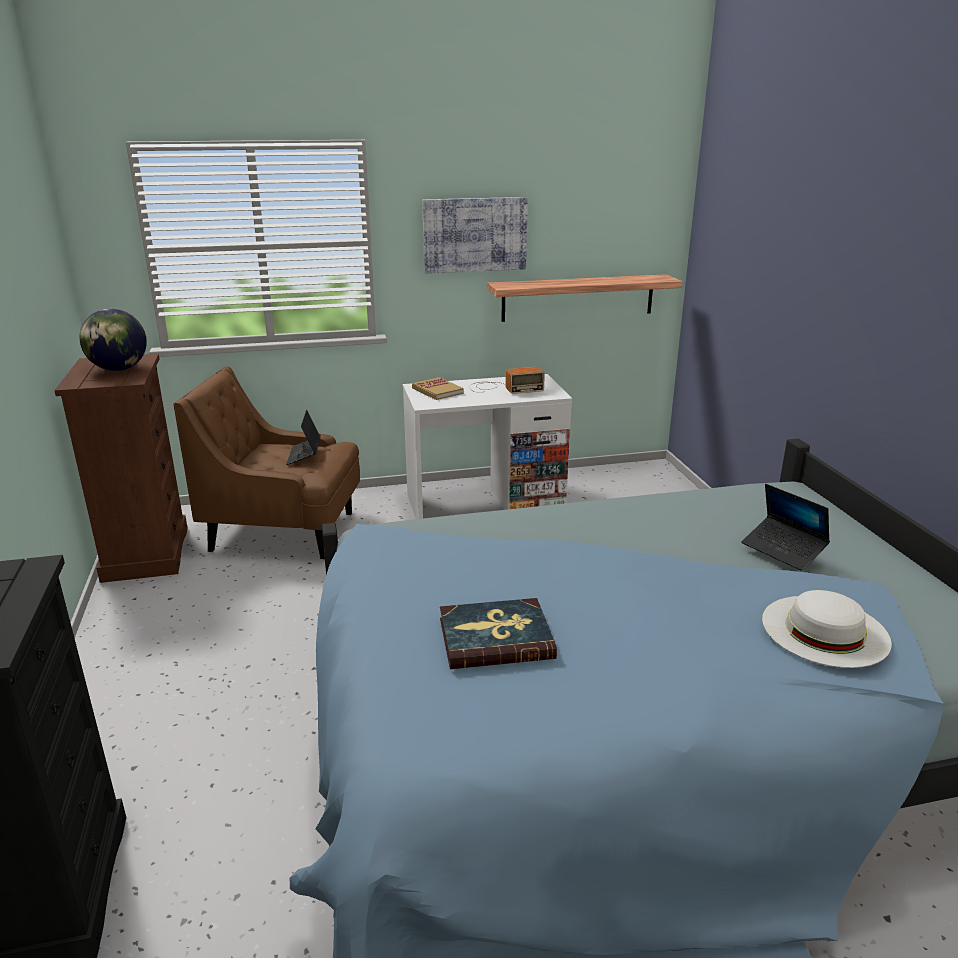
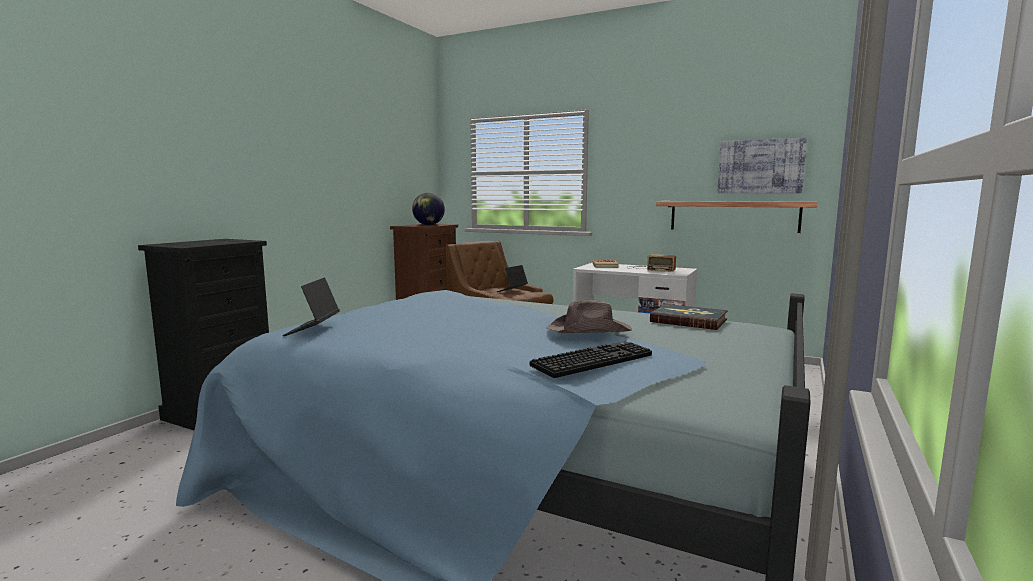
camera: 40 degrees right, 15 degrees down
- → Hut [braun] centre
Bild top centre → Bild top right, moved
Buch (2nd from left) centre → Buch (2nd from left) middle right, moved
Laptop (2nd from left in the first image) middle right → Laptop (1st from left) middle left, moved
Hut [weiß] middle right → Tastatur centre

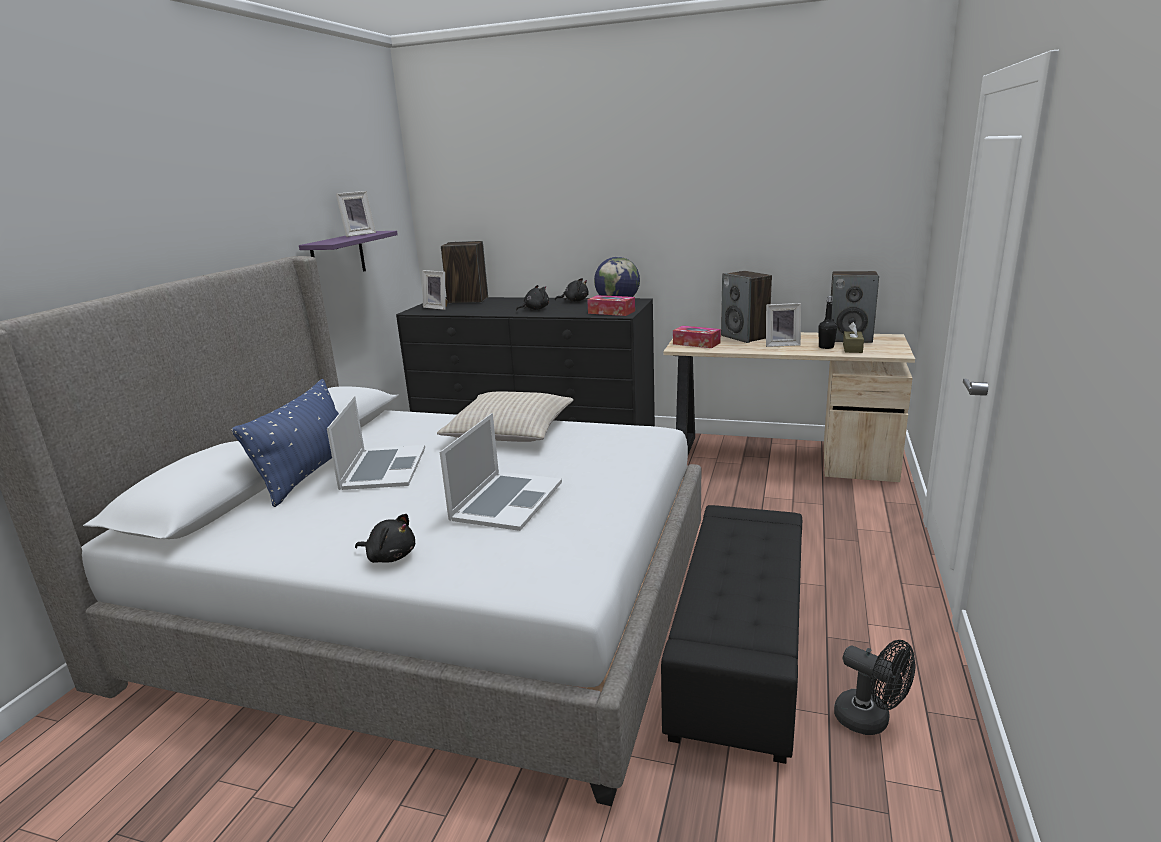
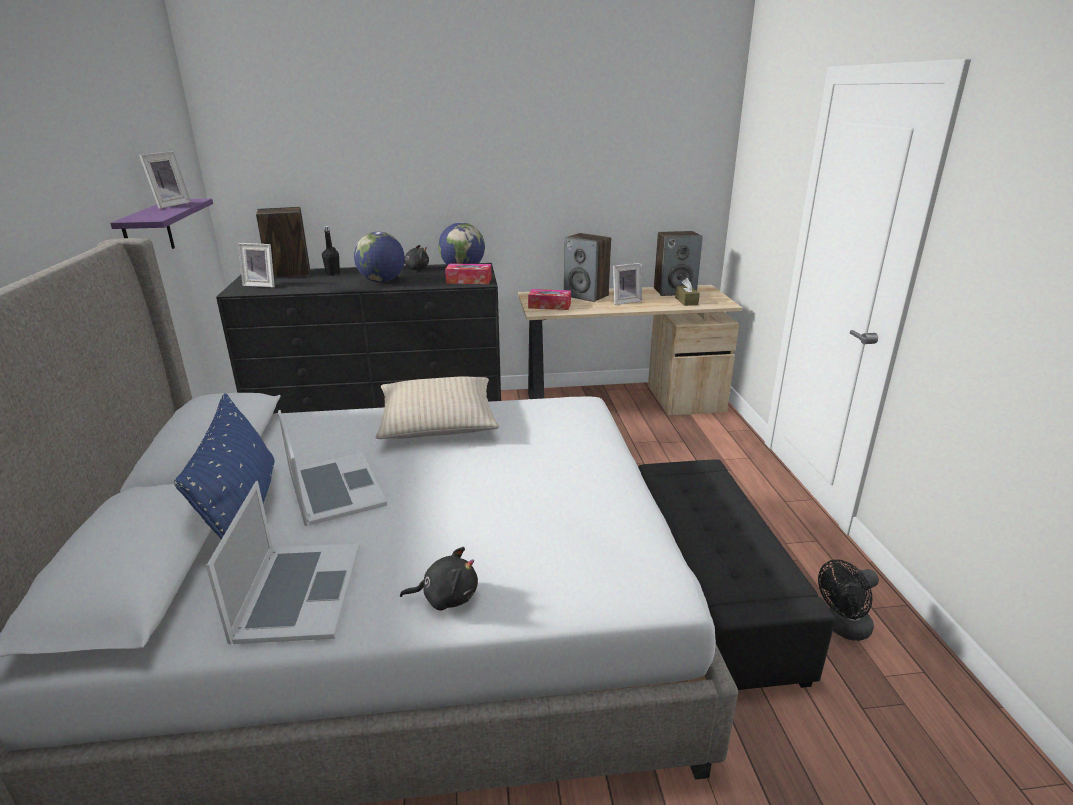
camera: 25 degrees left, 5 degrees up
Laptop (2nd from left in the first image) centre → Laptop (1st from left) bottom left, moved
Flasche [schwarz] middle right → Flasche [schwarz] top left, moved
Plüschtier [schwarz] (2nd from left) centre → Globus (1st from left) top centre
Ventilator [schwarz] bottom right, 135 degrees clockwise

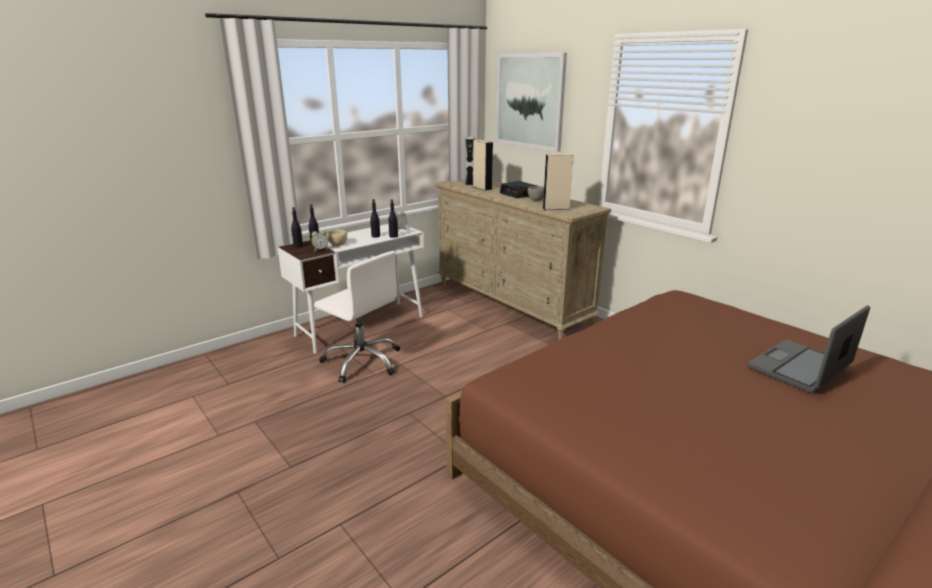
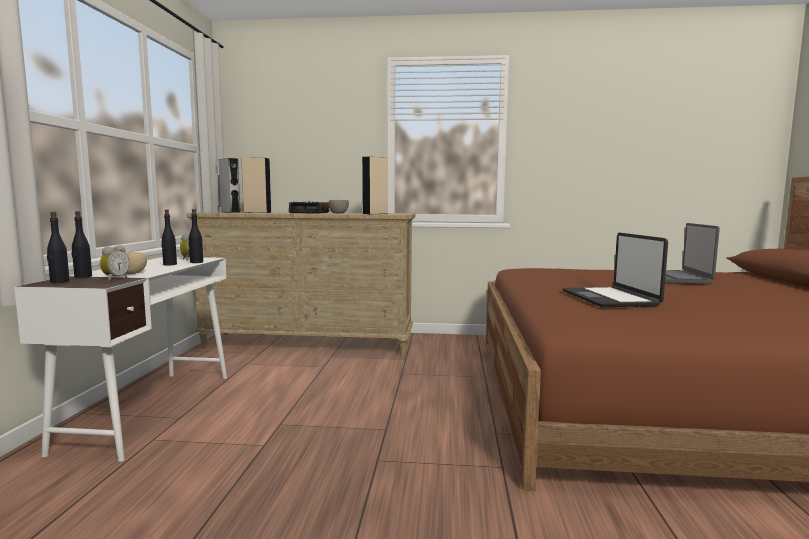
camera: 45 degrees left, 15 degrees down
Bürostuhl [weiß] centre → -
Bild top centre → -
- → Laptop (1st from left) middle right

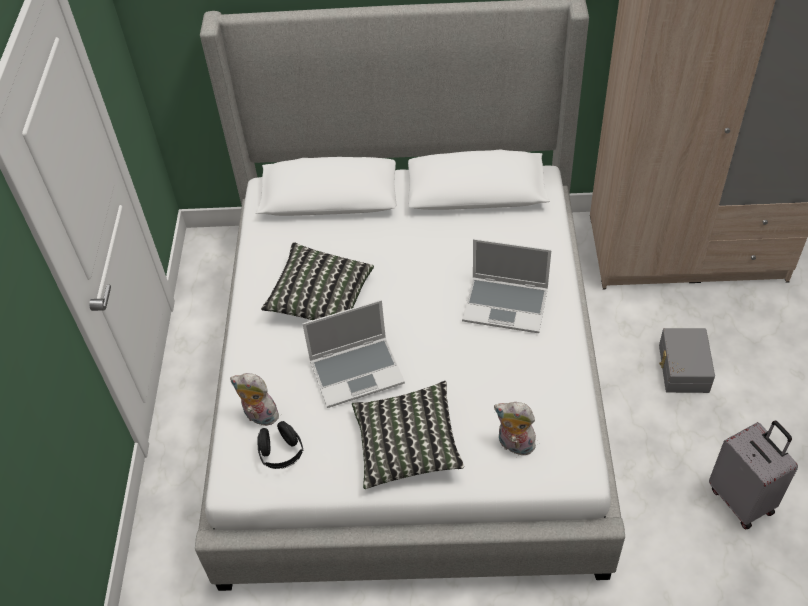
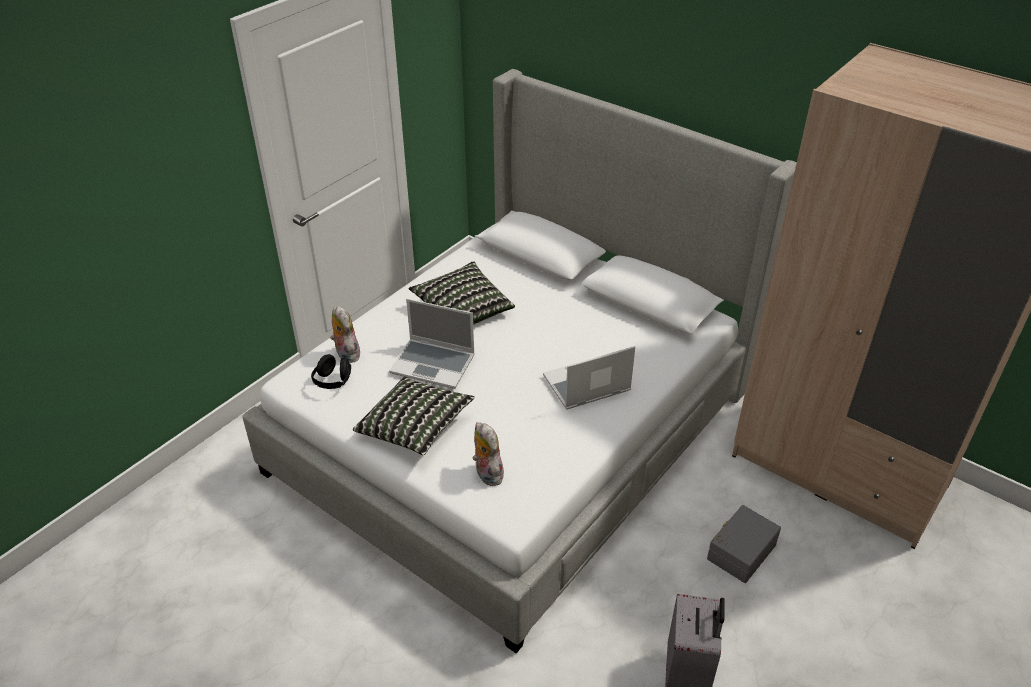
camera: 35 degrees right, 10 degrees down
Laptop (2nd from left) centre, 105 degrees clockwise

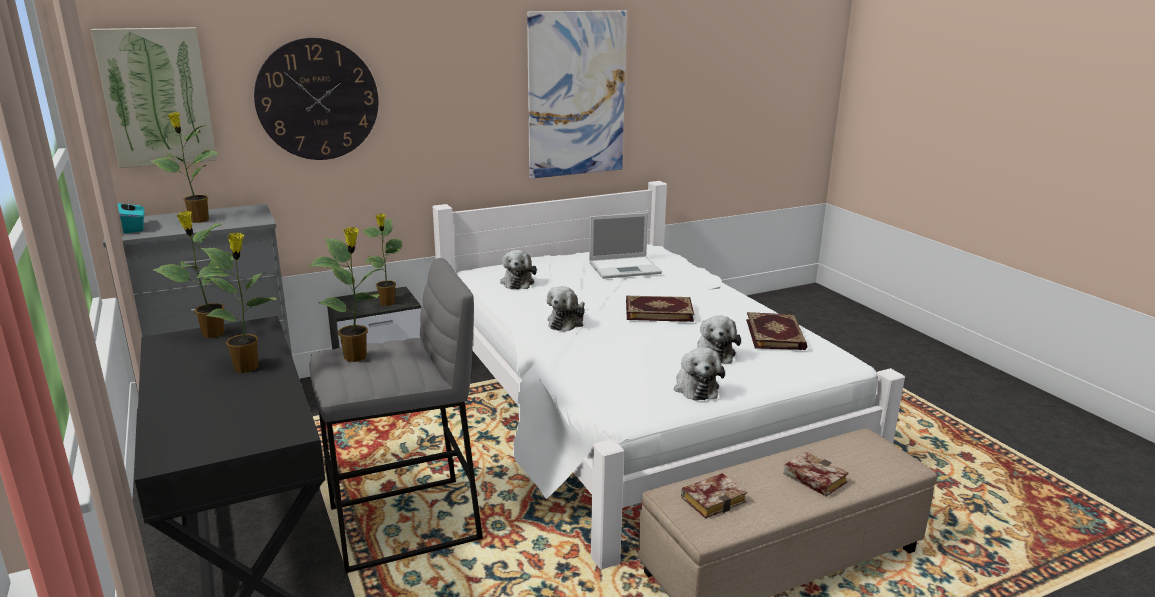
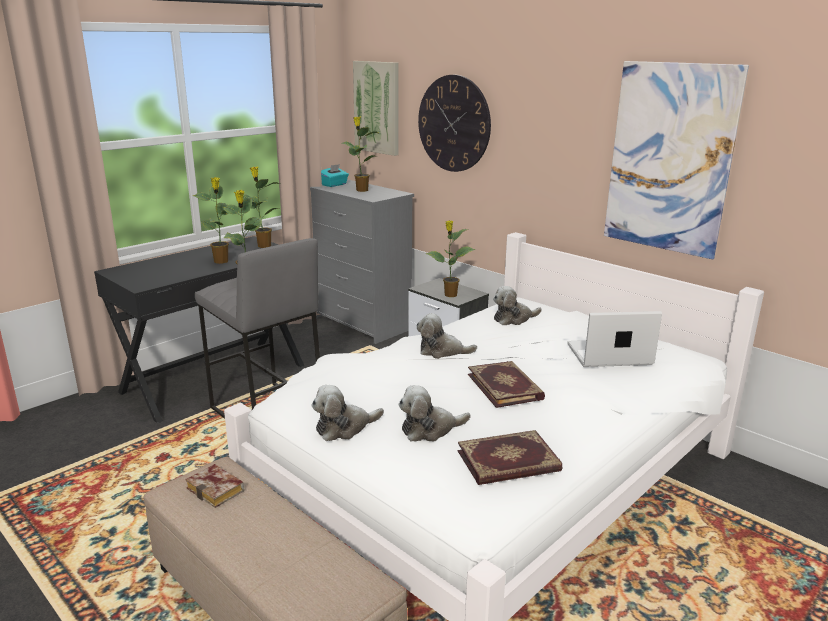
camera: 70 degrees right, 0 degrees up
Buch (4th from left) bottom right → -
Laptop centre → Laptop middle right, 120 degrees clockwise

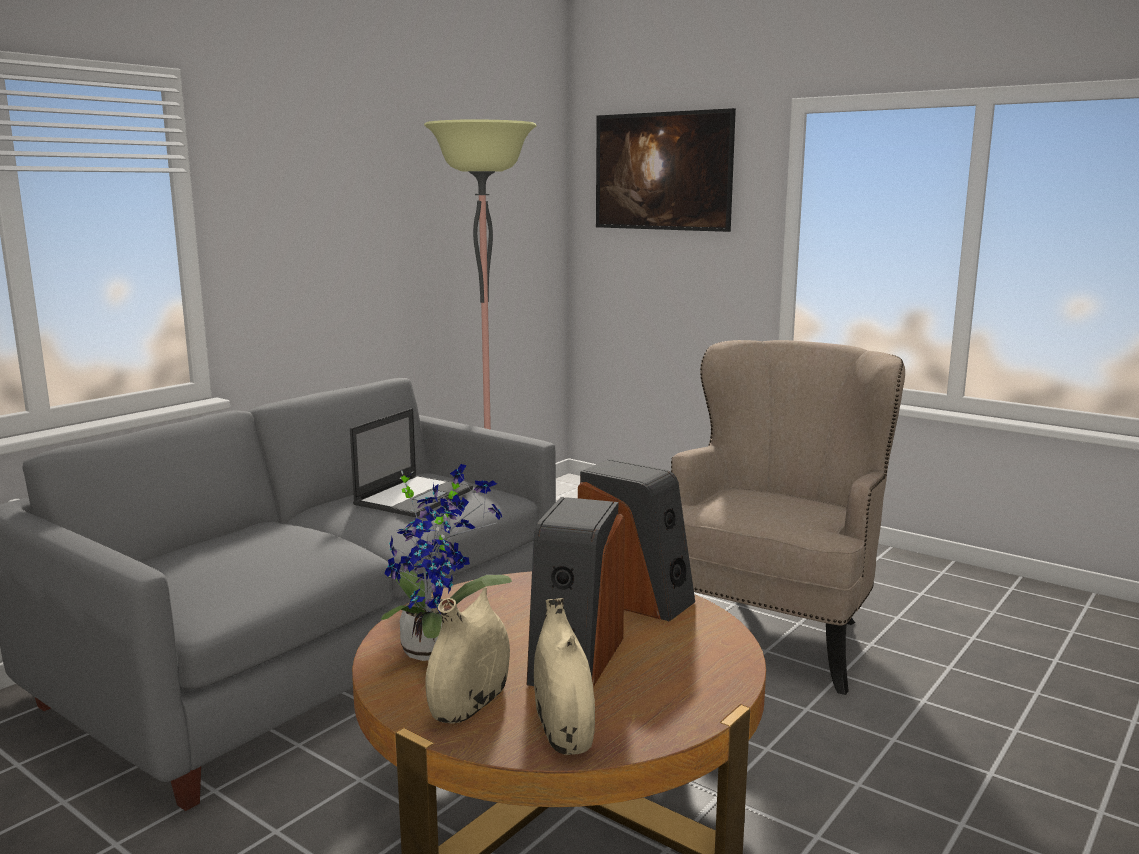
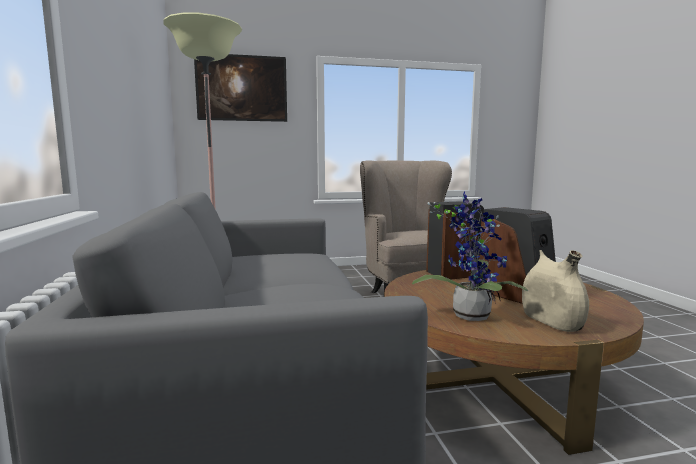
camera: 50 degrees left, 5 degrees down
Laptop centre → -
Vase [beige] (2nd from left) bottom centre → -

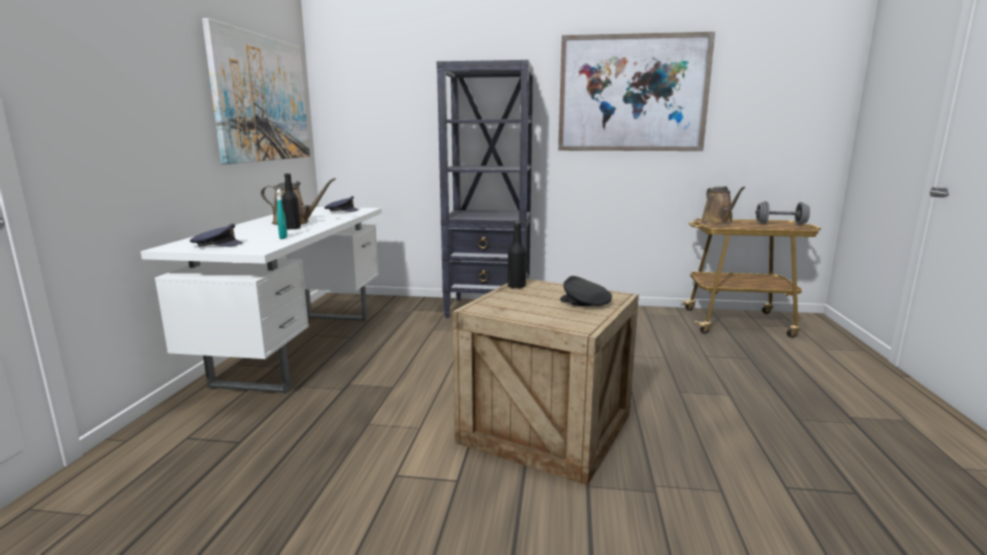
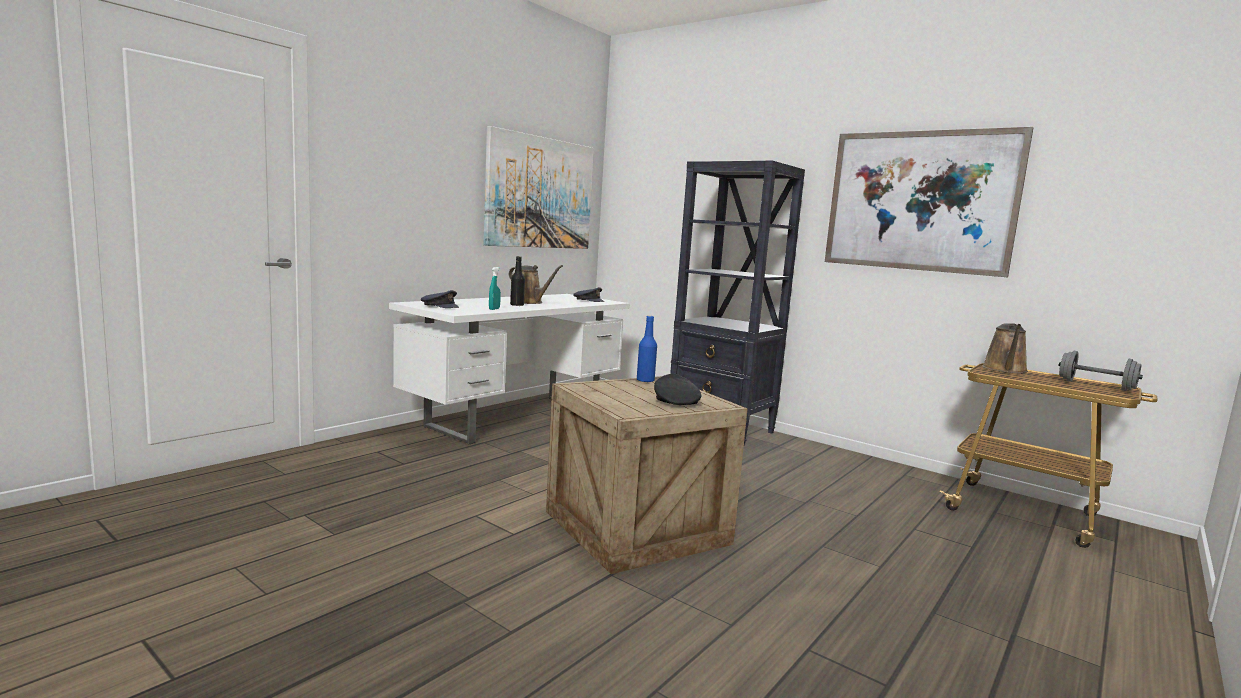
camera: 30 degrees right, 5 degrees down
Flasche [schwarz] (2nd from left) centre → Flasche [blau] centre

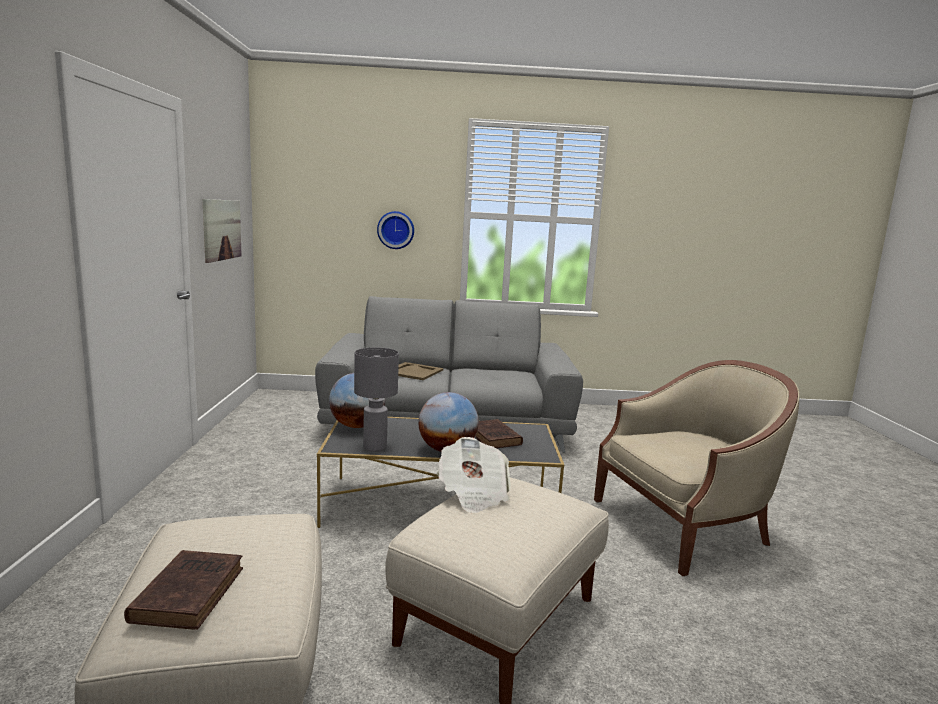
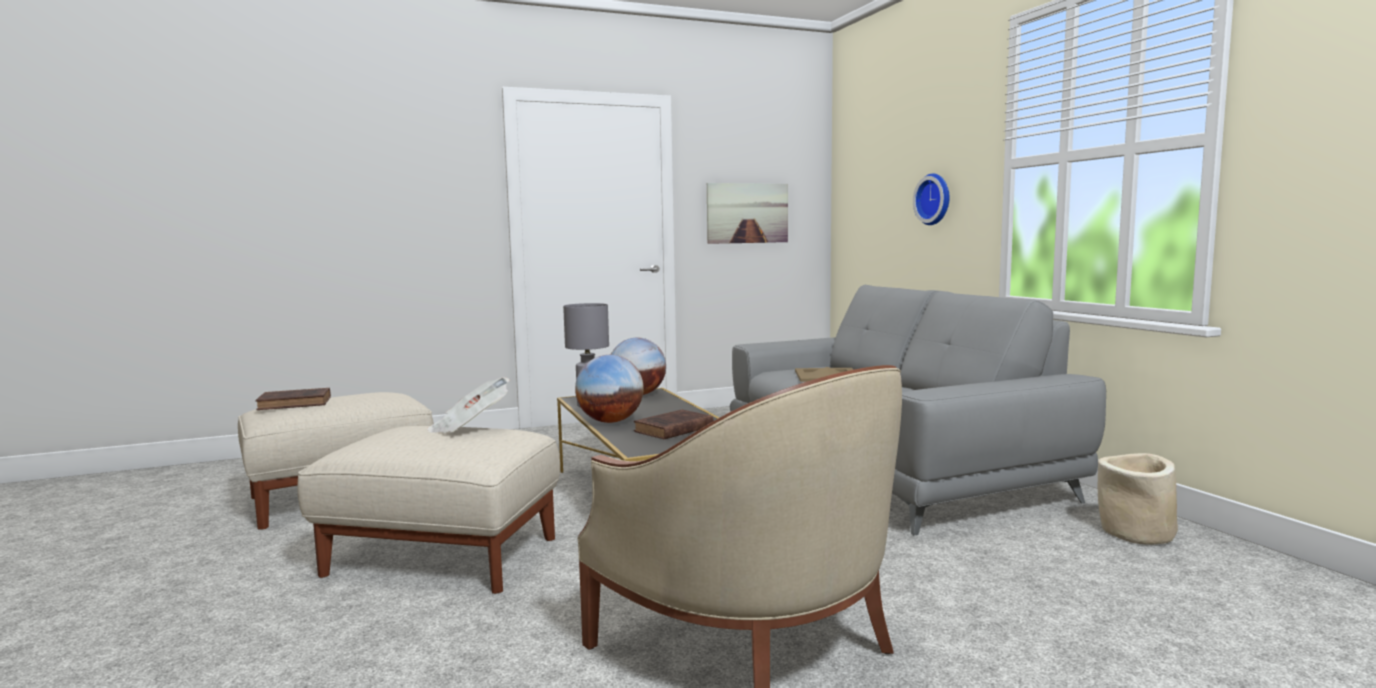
camera: 70 degrees right, 5 degrees down
- → Pflanzkübel [beige] bottom right

